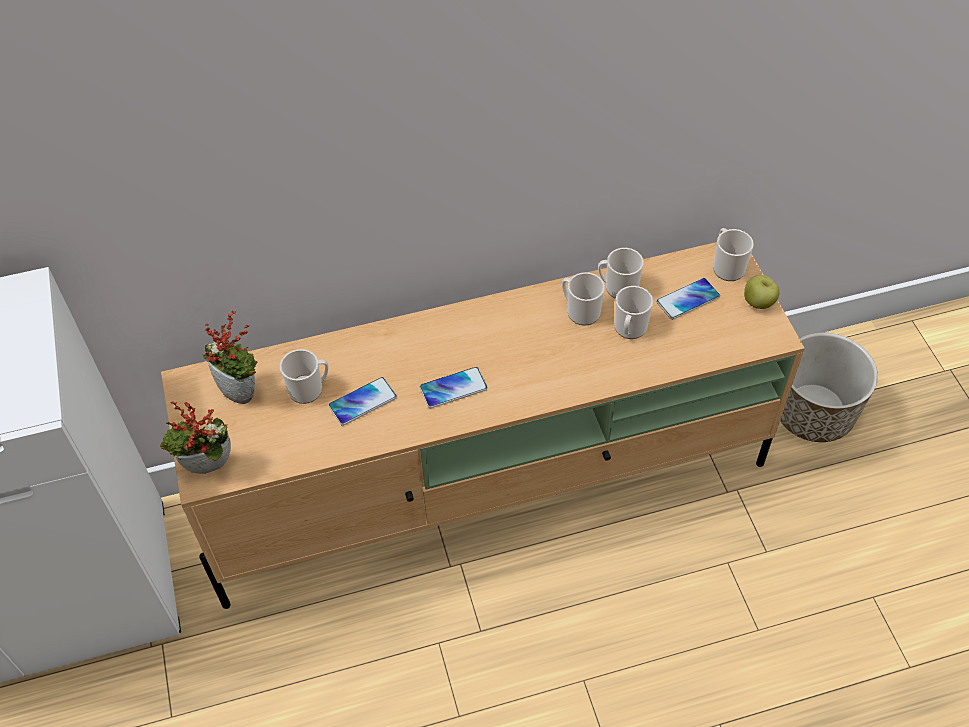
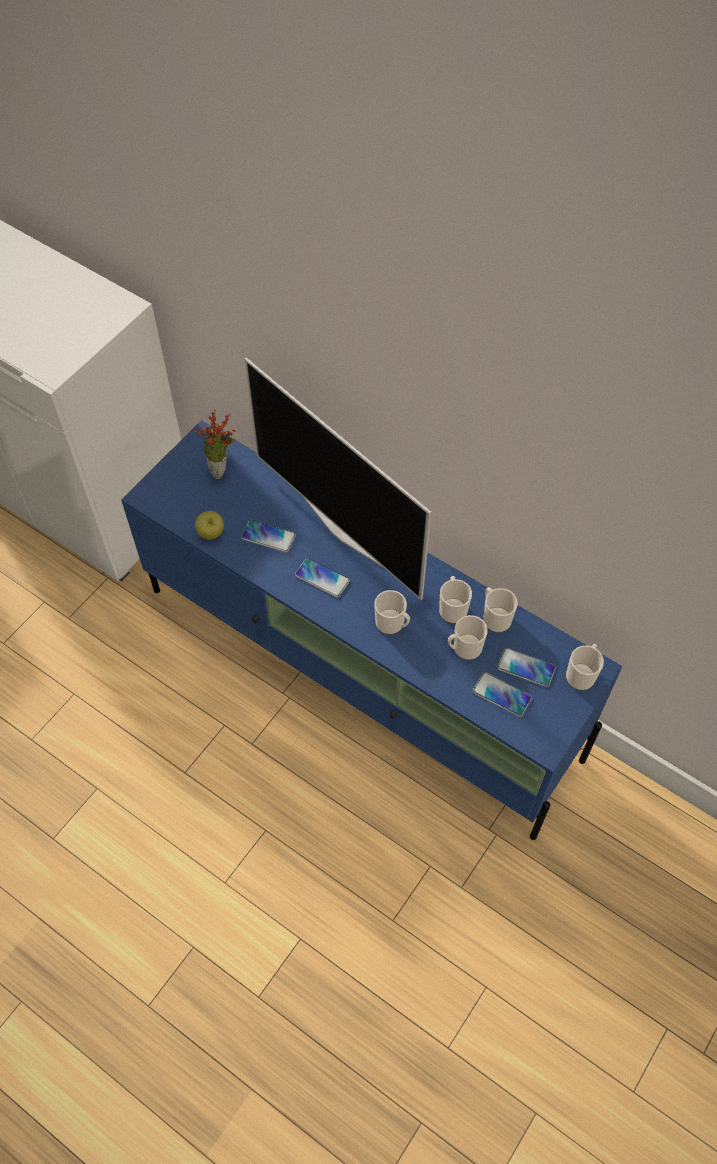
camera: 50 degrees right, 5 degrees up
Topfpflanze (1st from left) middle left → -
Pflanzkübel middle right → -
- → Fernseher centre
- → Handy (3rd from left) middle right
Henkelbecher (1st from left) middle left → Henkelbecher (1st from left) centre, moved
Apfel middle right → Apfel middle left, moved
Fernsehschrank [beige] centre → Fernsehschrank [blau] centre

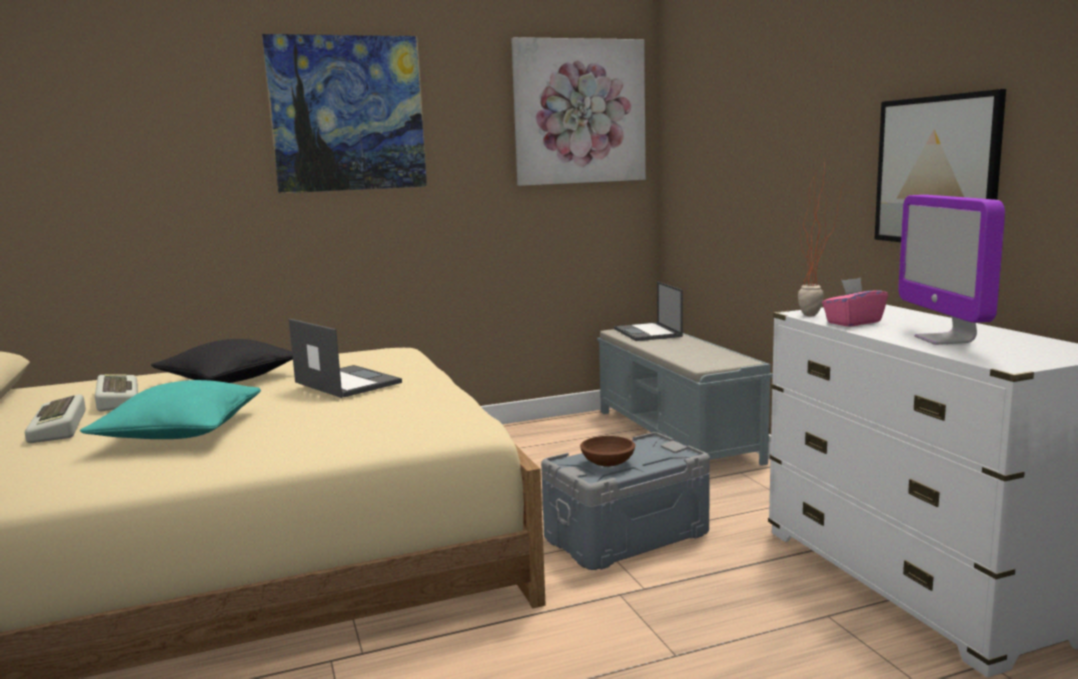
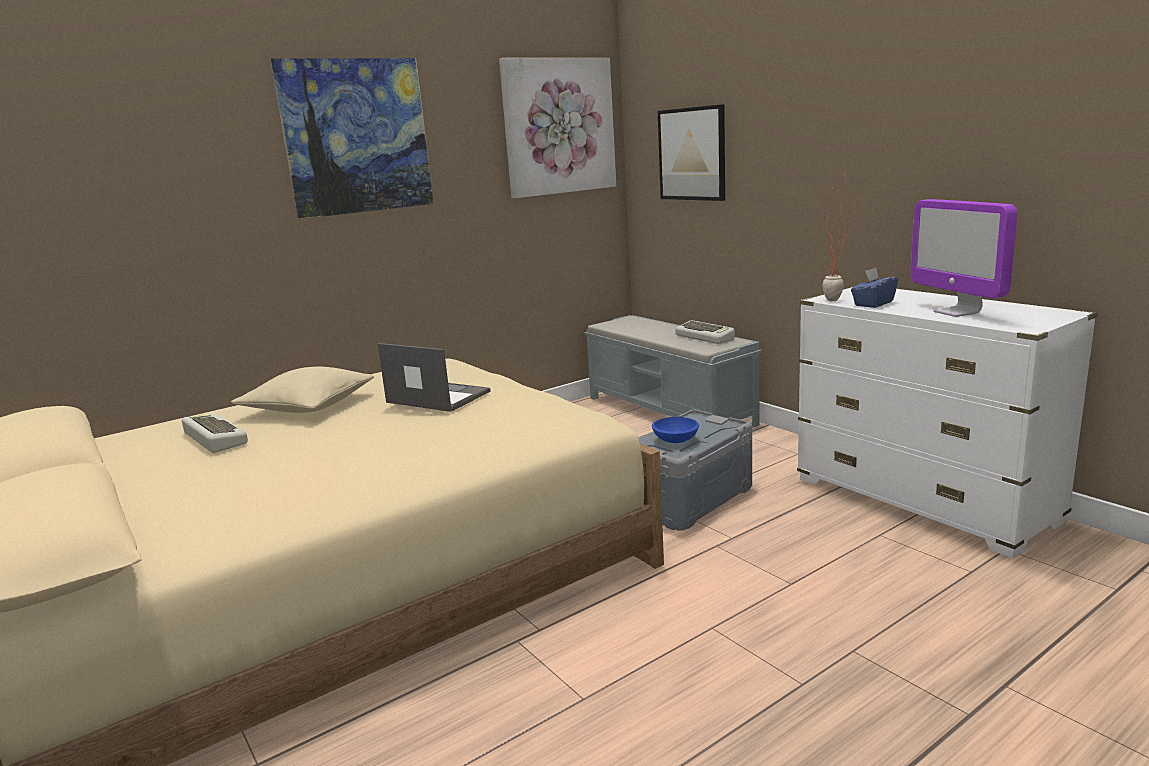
camera: 15 degrees left, 5 degrees up
Kissen [türkis] middle left → -
Laptop (2nd from left) centre → -
Tastatur (1st from left in the first image) middle left → Tastatur (2nd from left) centre, moved
Bild (3rd from left) top right → Bild (3rd from left) top centre, moved
Kissen [schwarz] middle left → Kissen [beige] middle left
Schüssel [braun] centre → Schüssel [blau] centre
Taschentuchbox [rosa] middle right → Taschentuchbox [blau] middle right

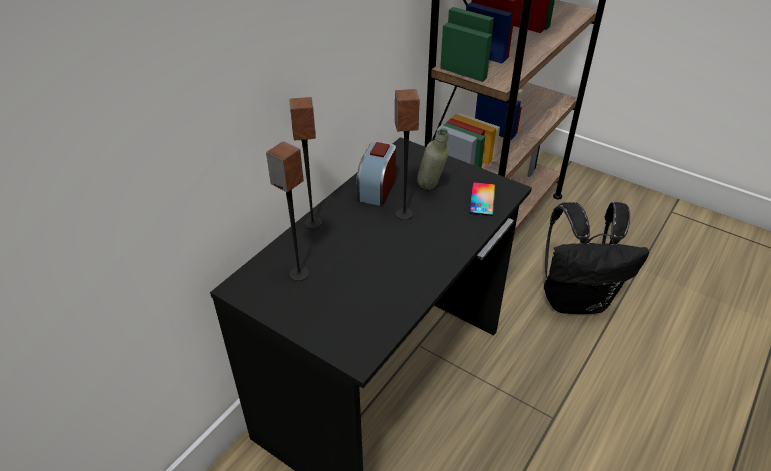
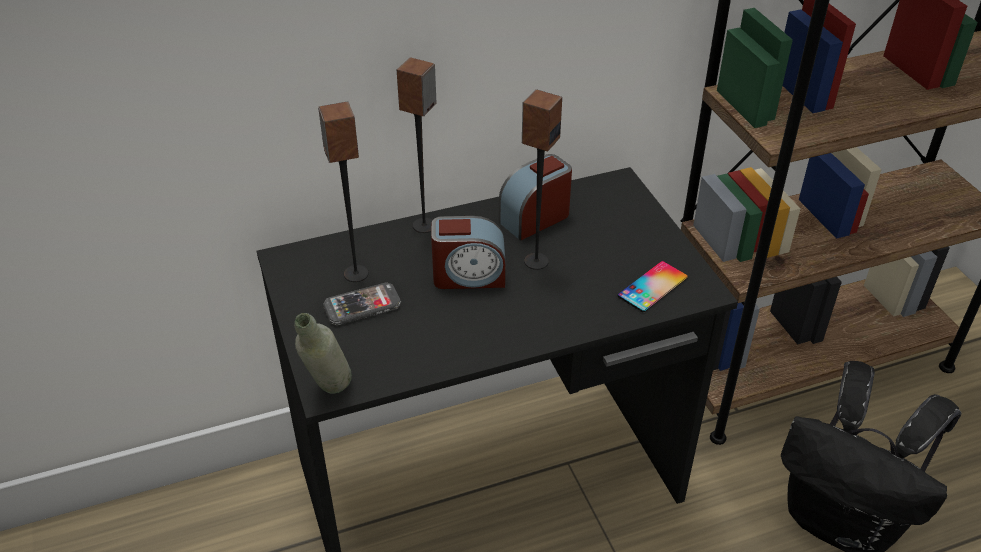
camera: 35 degrees right, 0 degrees up
- → Handy (1st from left) centre
- → Wecker (1st from left) centre
Flasche [grau] centre → Flasche [grau] middle left, moved

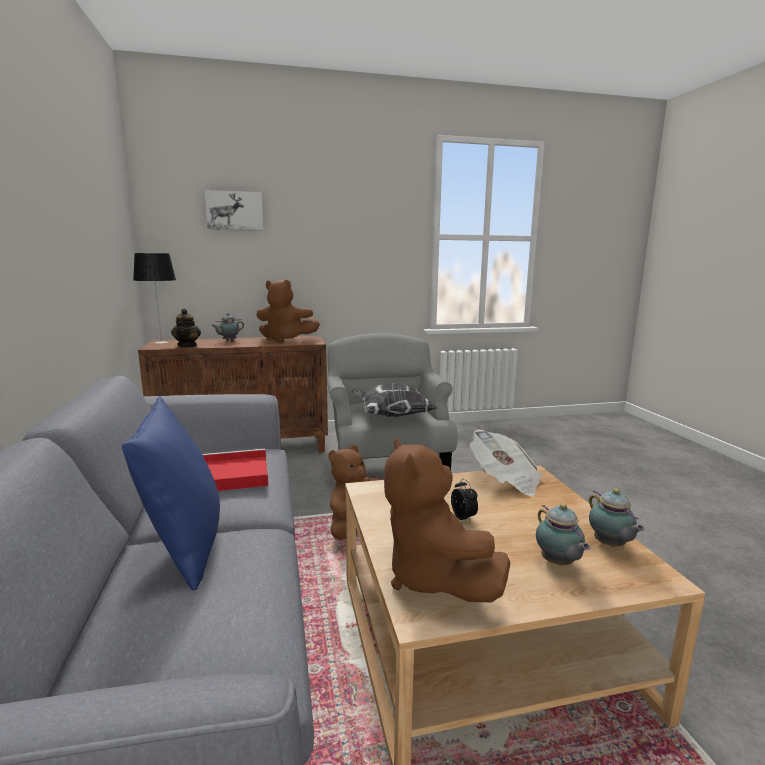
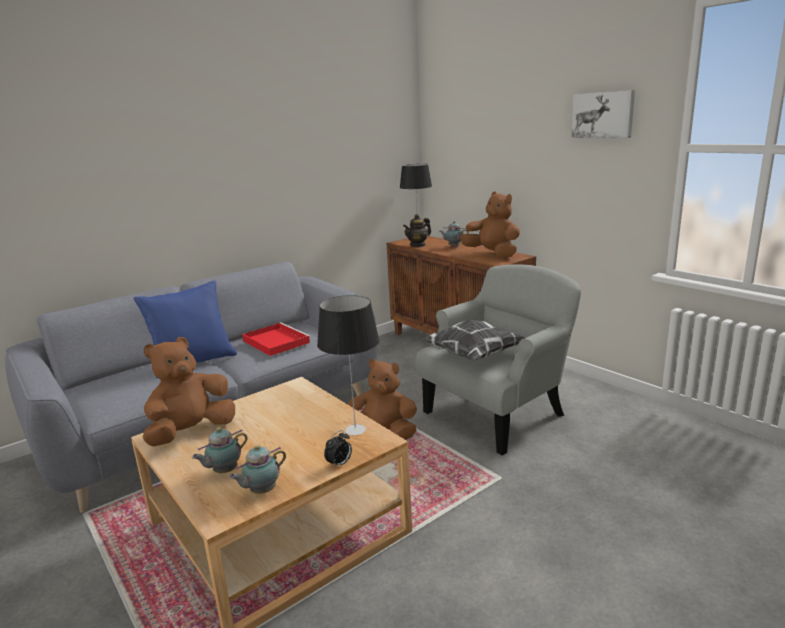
camera: 65 degrees right, 5 degrees up
Bild top left → Bild top right, moved
Wecker centre → Wecker bottom centre, moved
Zeitung centre → Tischlampe (1st from left) centre
Plüschtier [braun] (1st from left in the first image) centre → Plüschtier [braun] (3rd from left) centre, 150 degrees clockwise

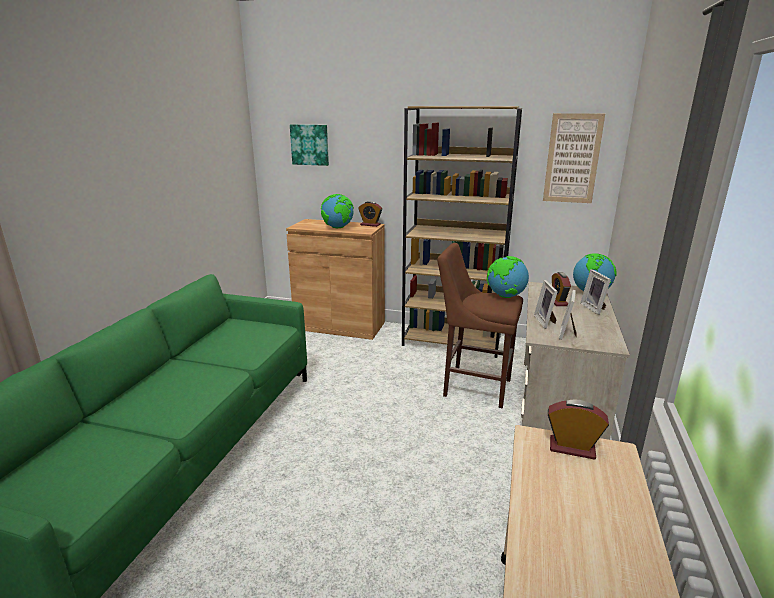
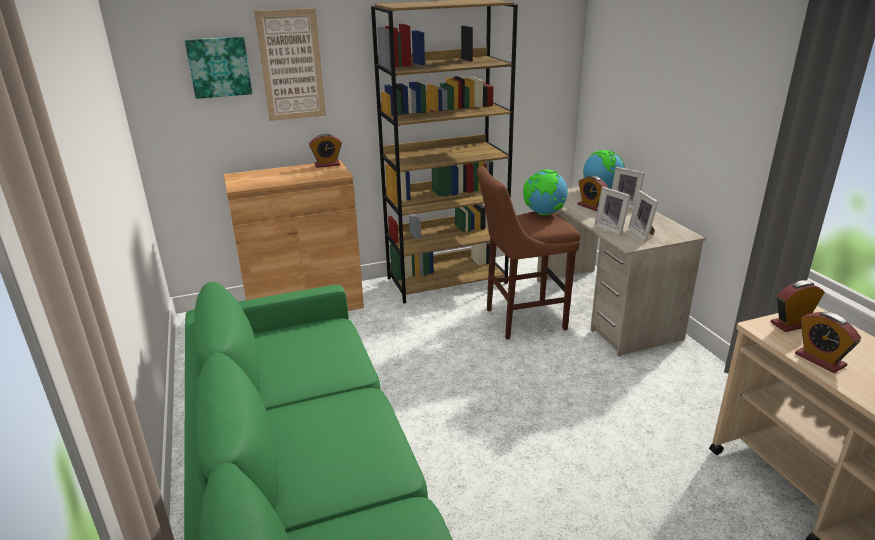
camera: 35 degrees left, 5 degrees up
Globus (1st from left) centre → -
- → Wecker (4th from left) middle right
Bild (2nd from left) top right → Bild (2nd from left) top left, moved

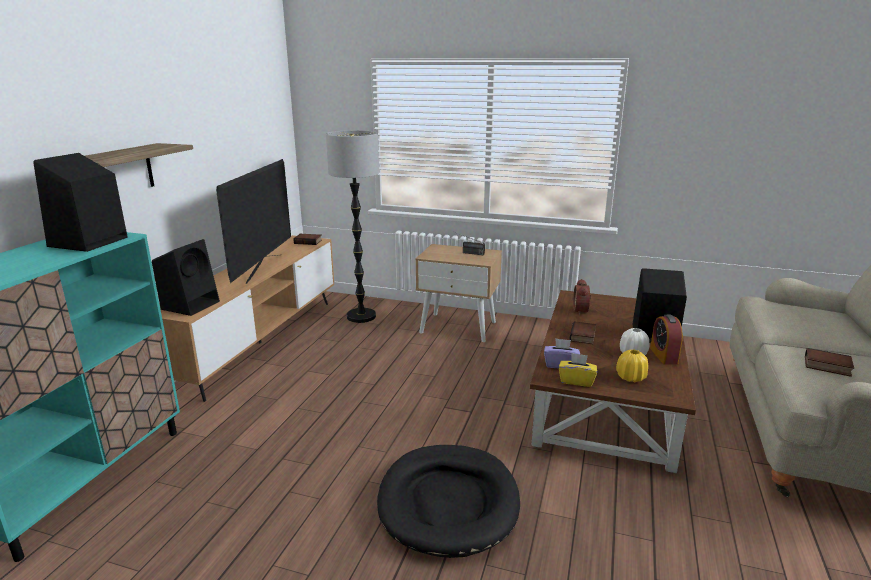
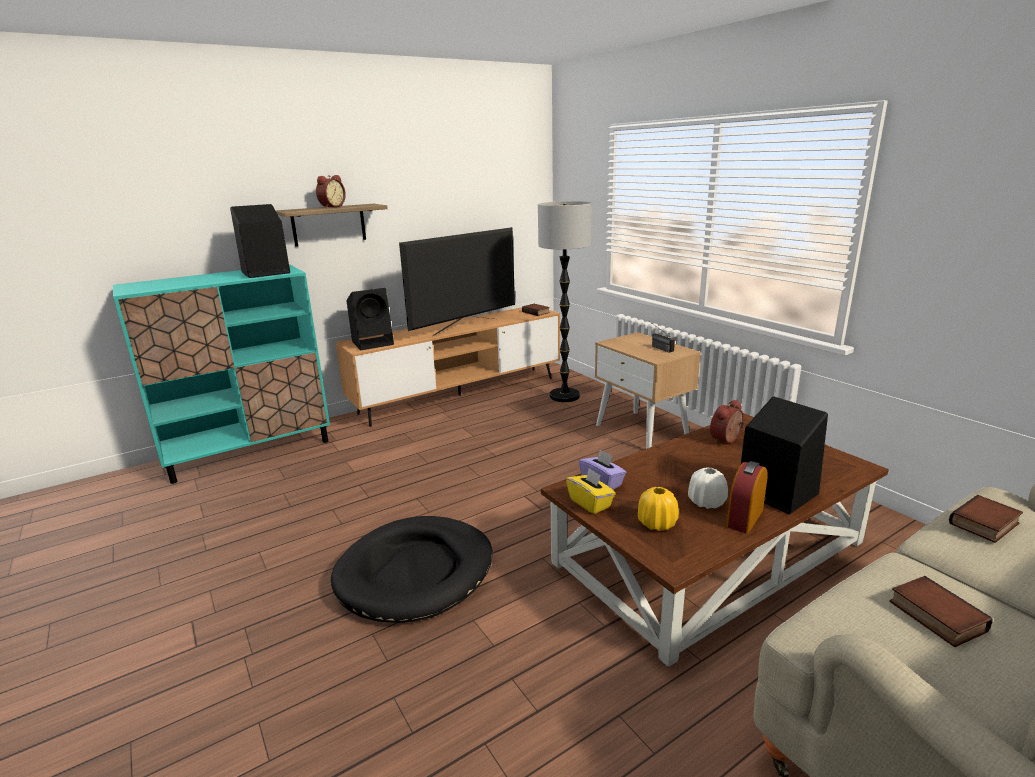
camera: 40 degrees right, 0 degrees up
- → Wecker (1st from left) top left
Buch (2nd from left in the first image) middle right → Buch (3rd from left) bottom right, moved

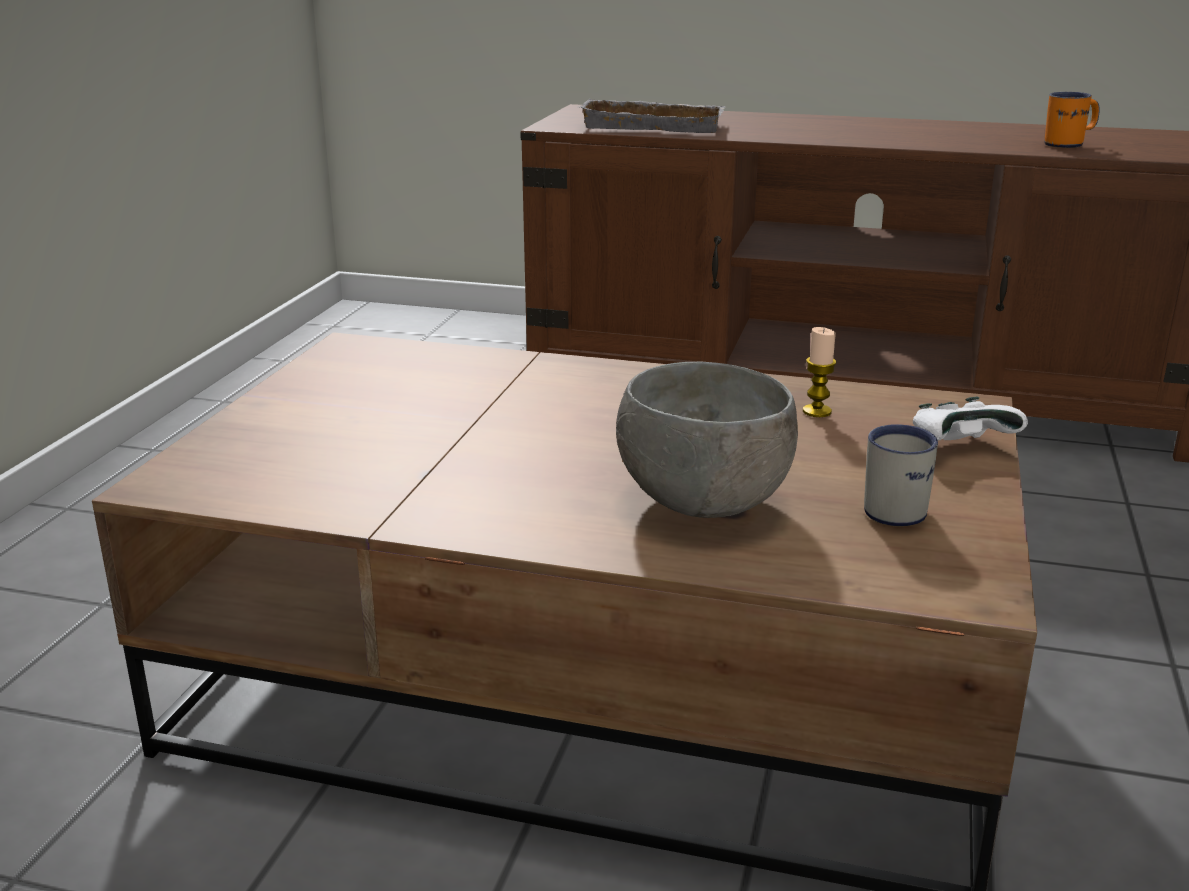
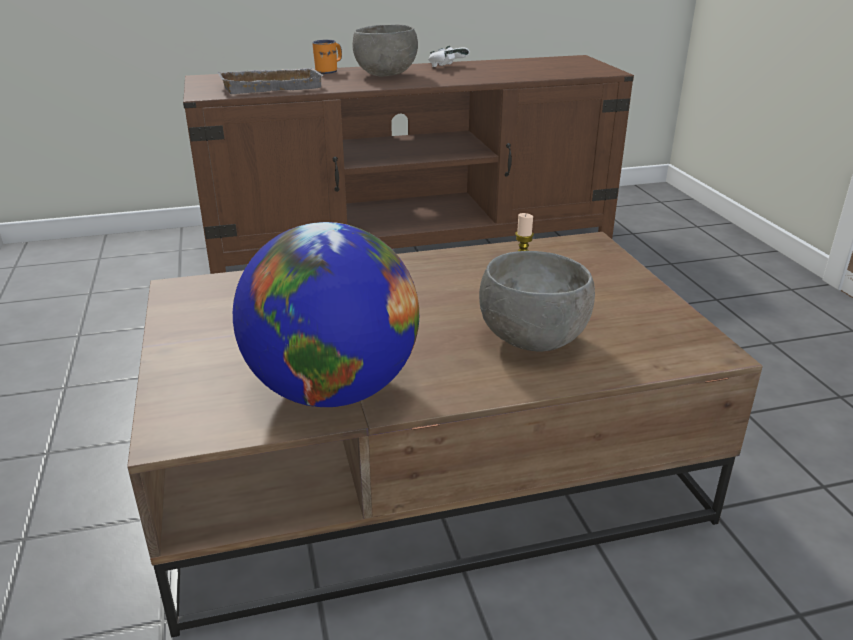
camera: 30 degrees left, 5 degrees up
Henkelbecher [weiß] middle right → -
- → Globus centre
- → Schüssel [grau] (1st from left) top centre
Gamepad [weiß] middle right → Gamepad [weiß] top centre, moved
Henkelbecher [orange] top right → Henkelbecher [orange] top centre, moved

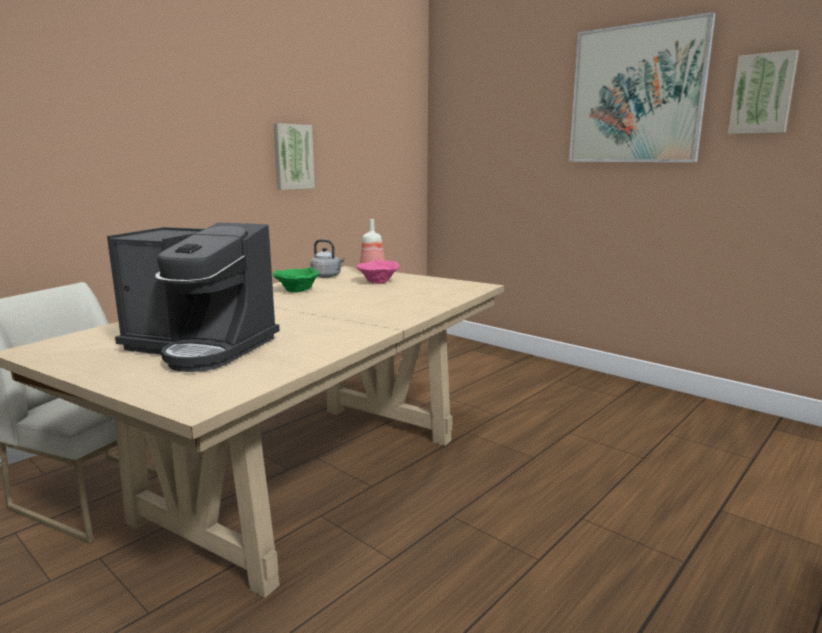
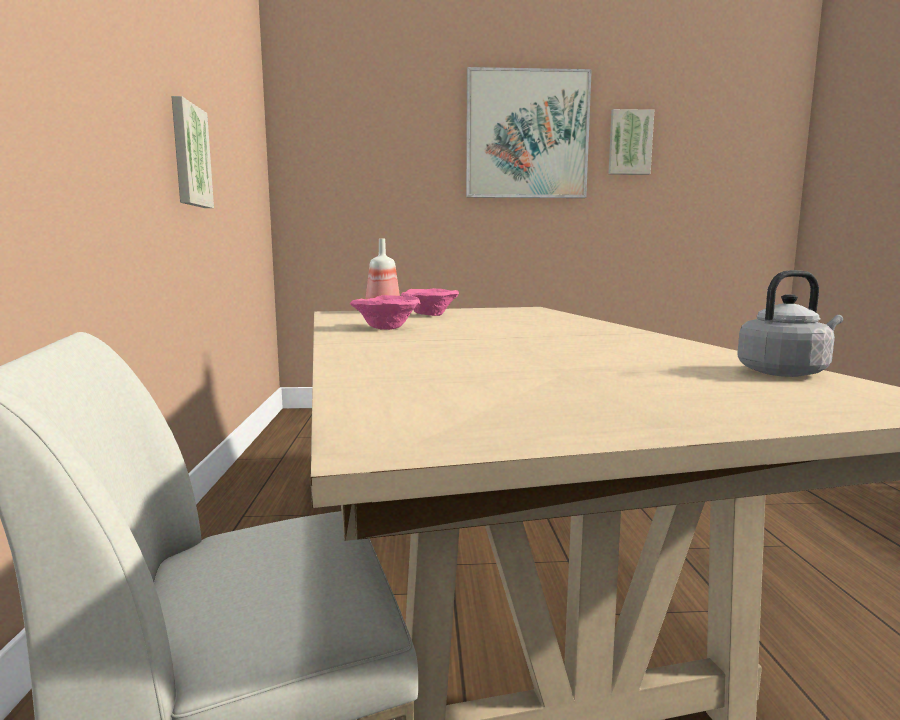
camera: 45 degrees left, 5 degrees down
Kaffeemaschine middle left → -
Wasserkessel [grau] centre → Wasserkessel [grau] middle right, moved
Schüssel [grün] centre → Schüssel [rosa] (1st from left) centre

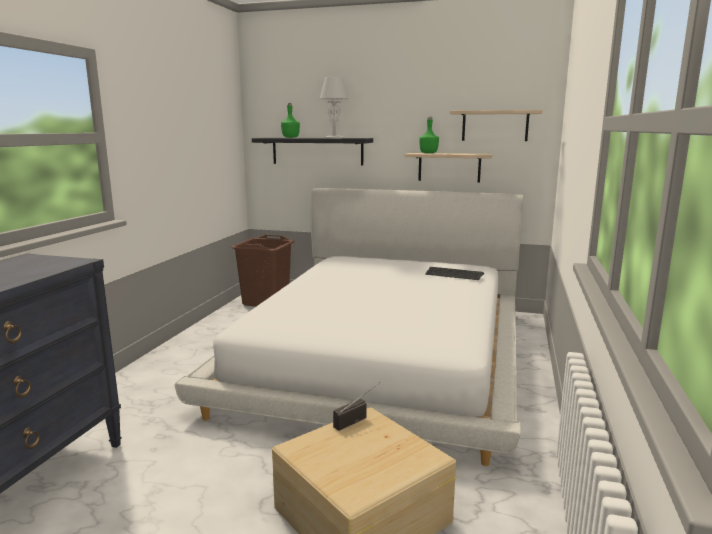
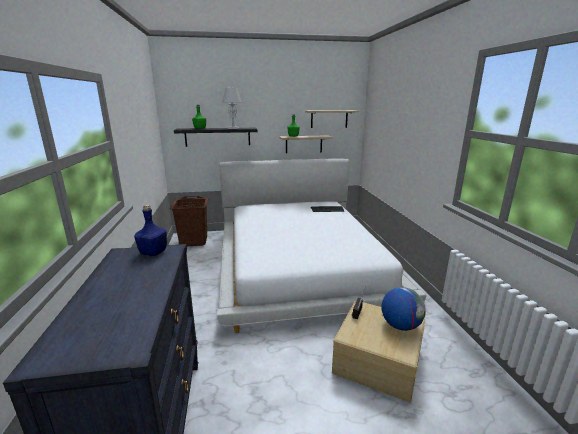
camera: 25 degrees left, 5 degrees up
- → Flasche [blau] middle left
- → Globus bottom right

